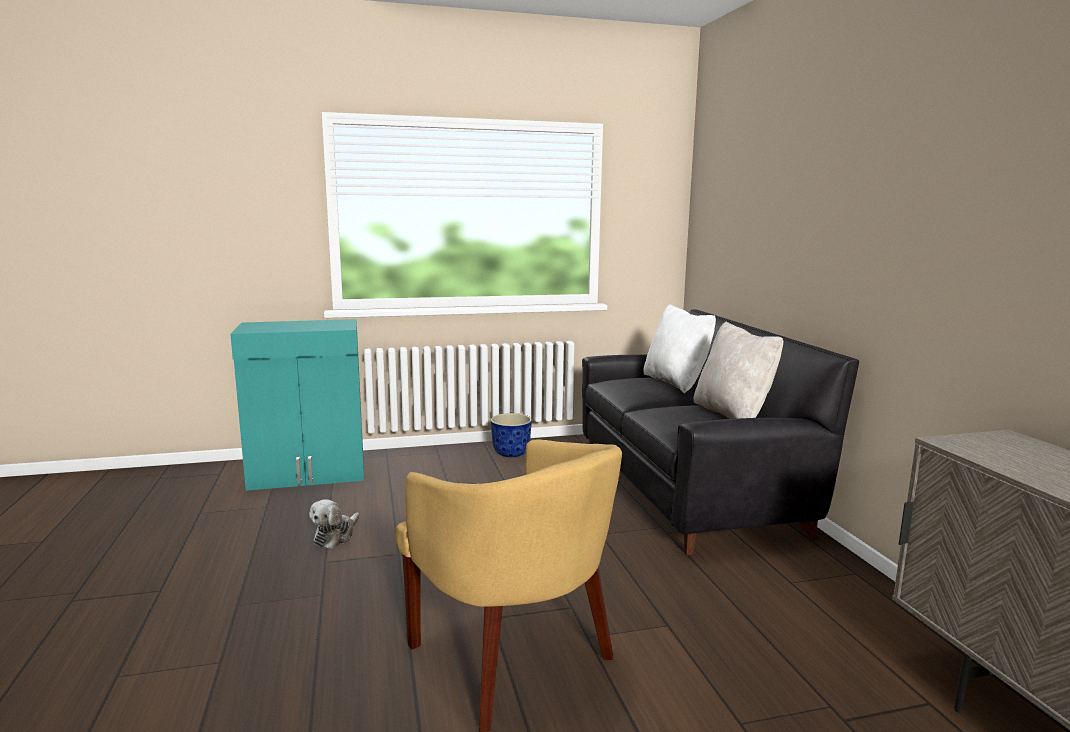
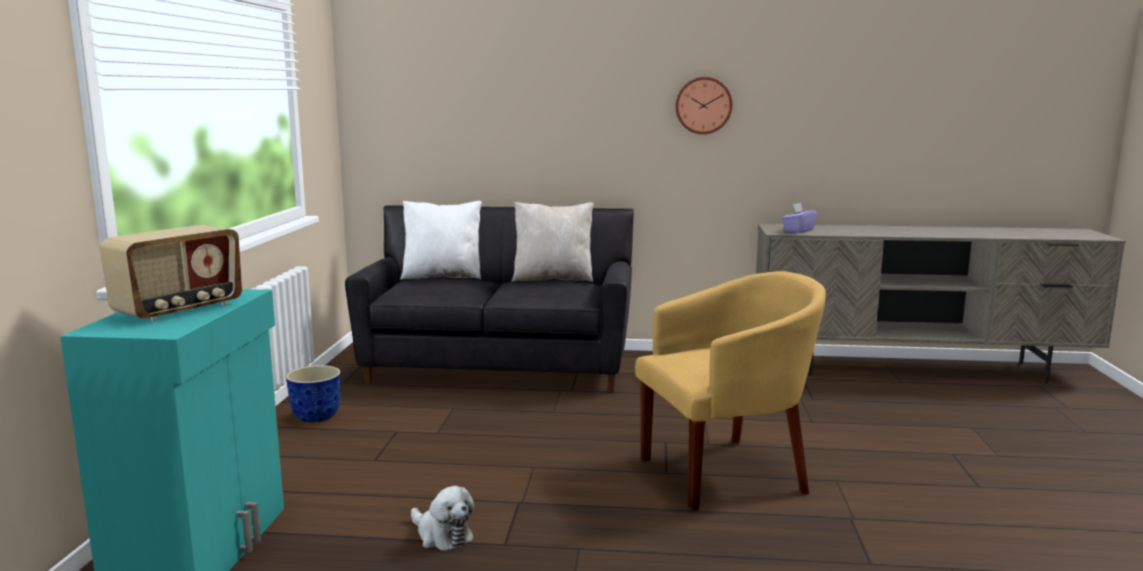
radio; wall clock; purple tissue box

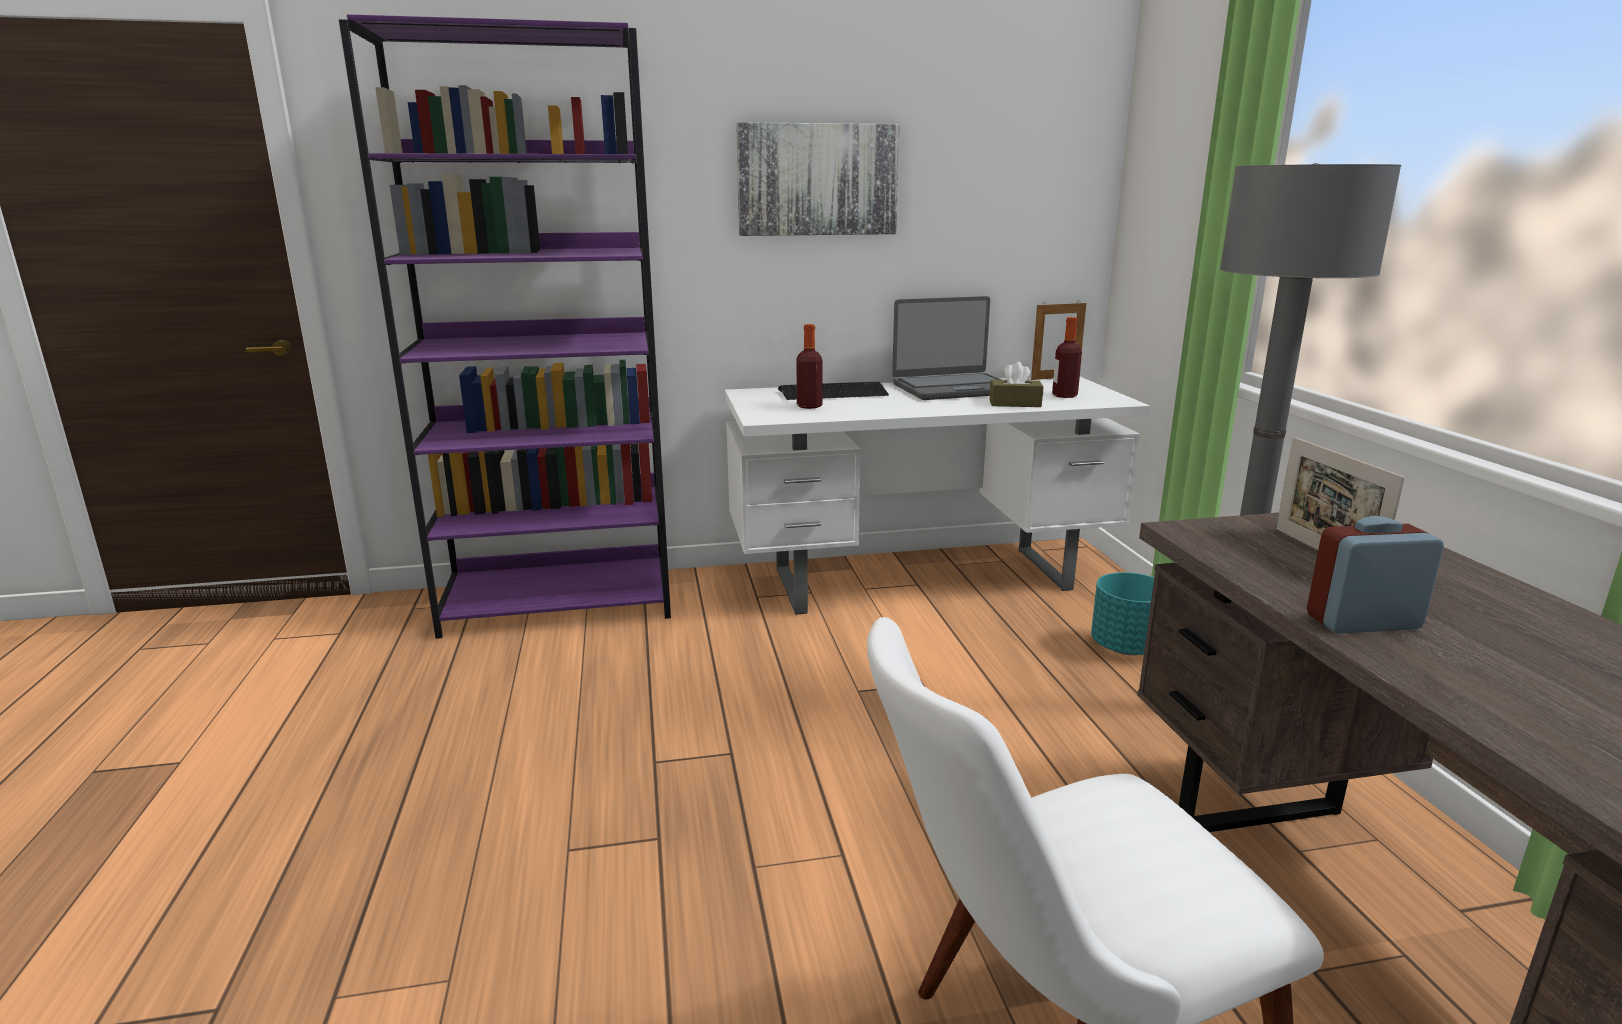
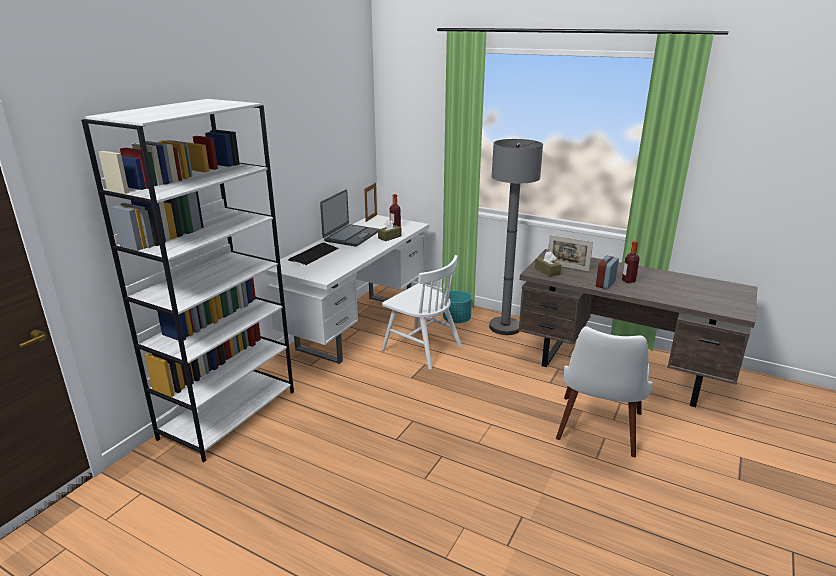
white bookcase; white chair (1st from left); brown tissue box (2nd from left); bottle (2nd from left); picture

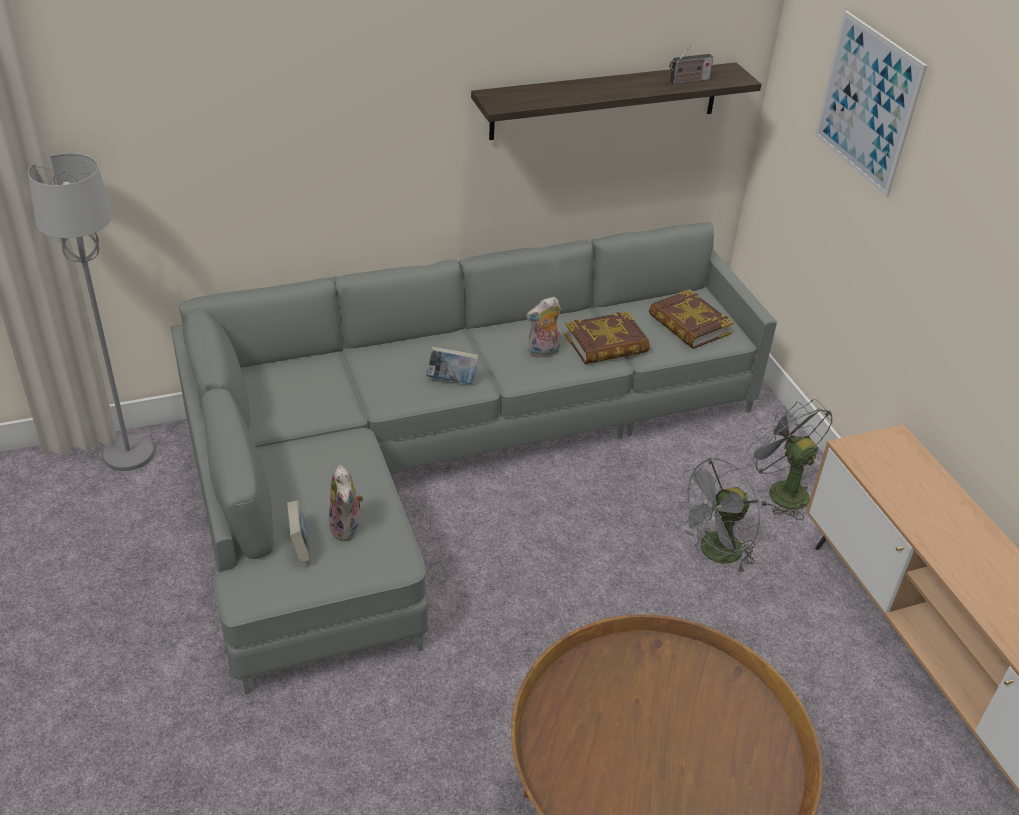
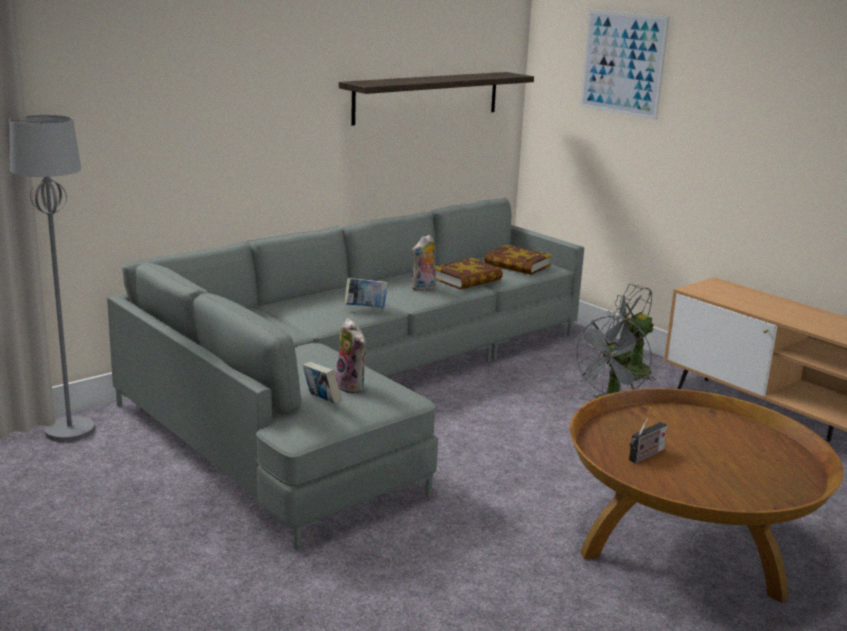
radio

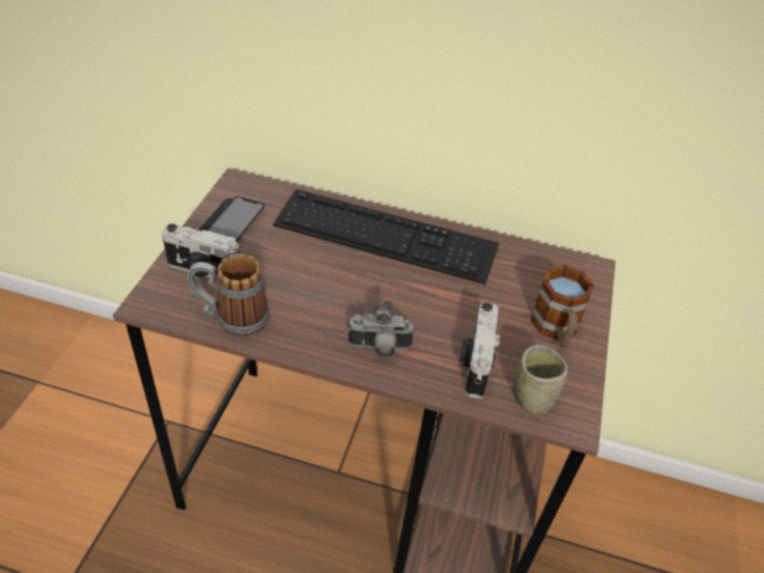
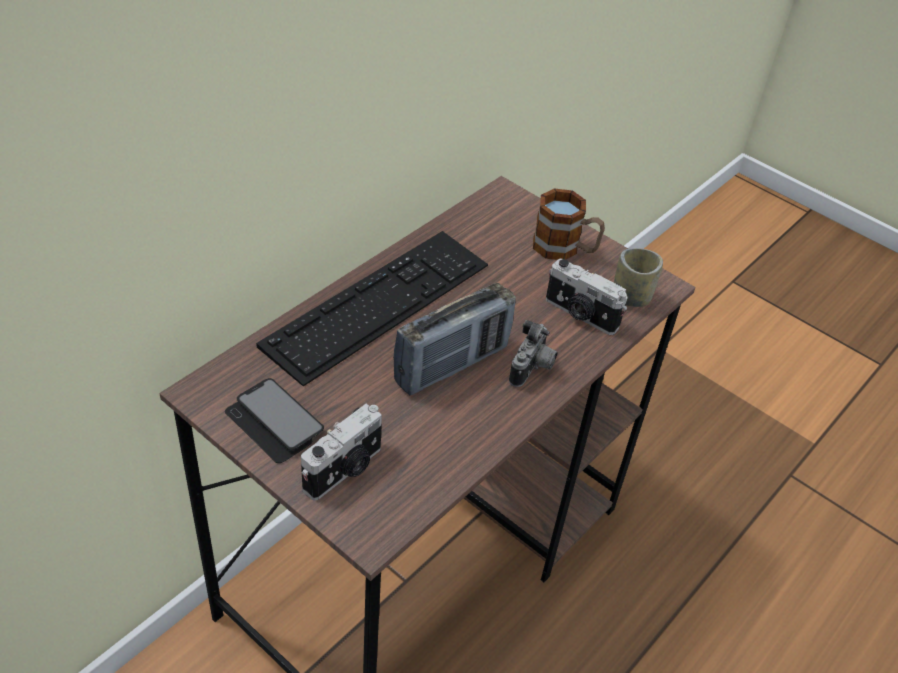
radio; mug (1st from left in the first image)

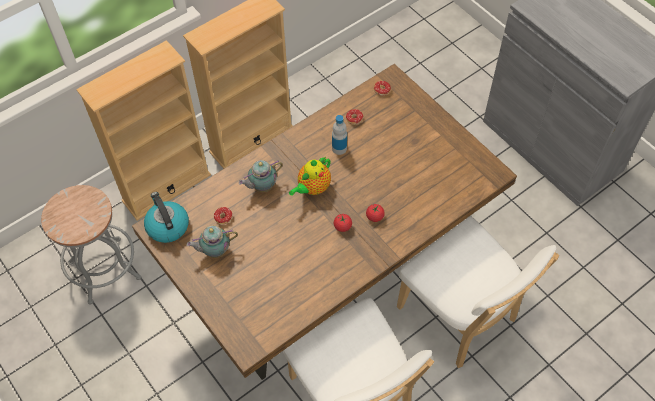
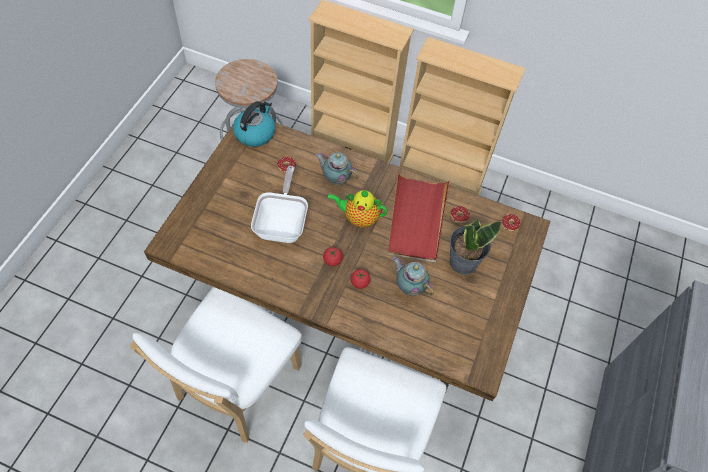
frying pan; red tray; teapot (3rd from left); potted plant

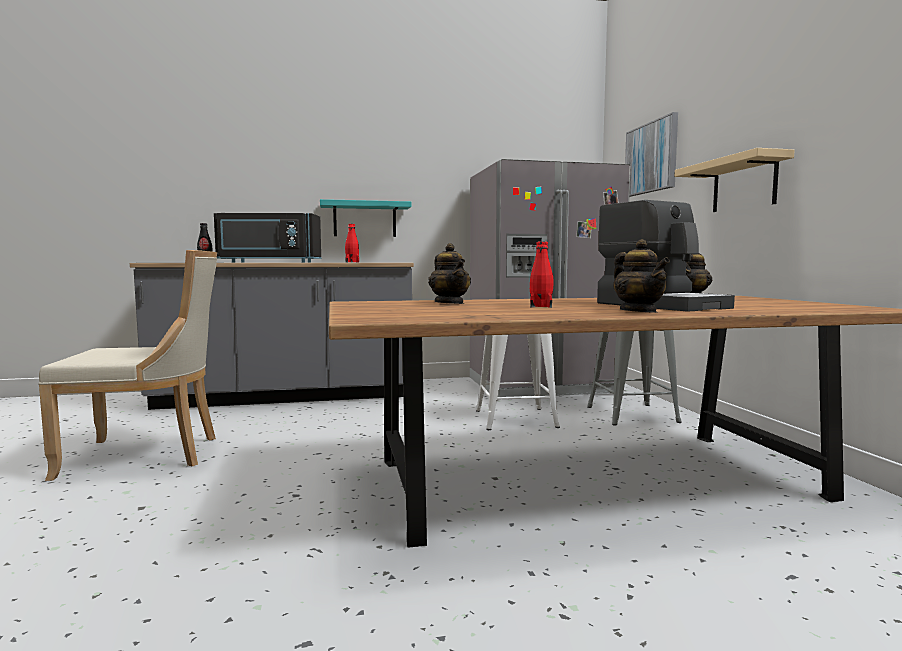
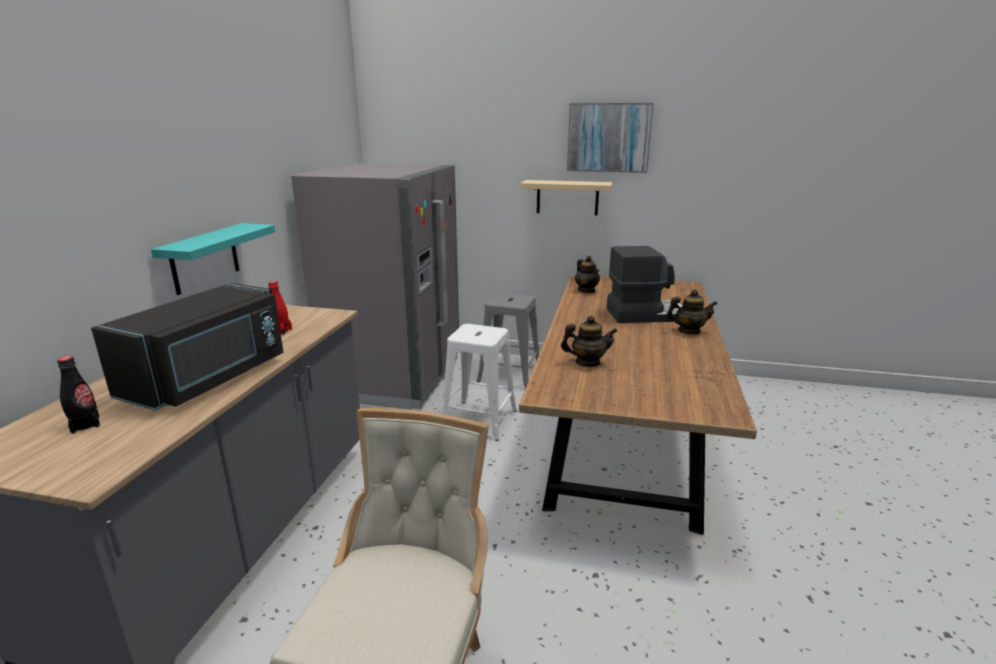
picture; red bottle (2nd from left in the first image)

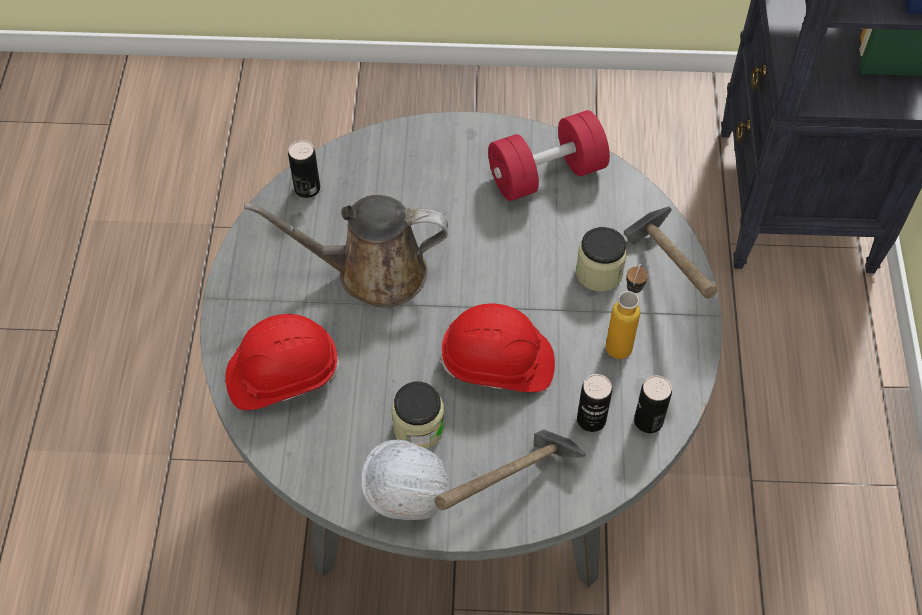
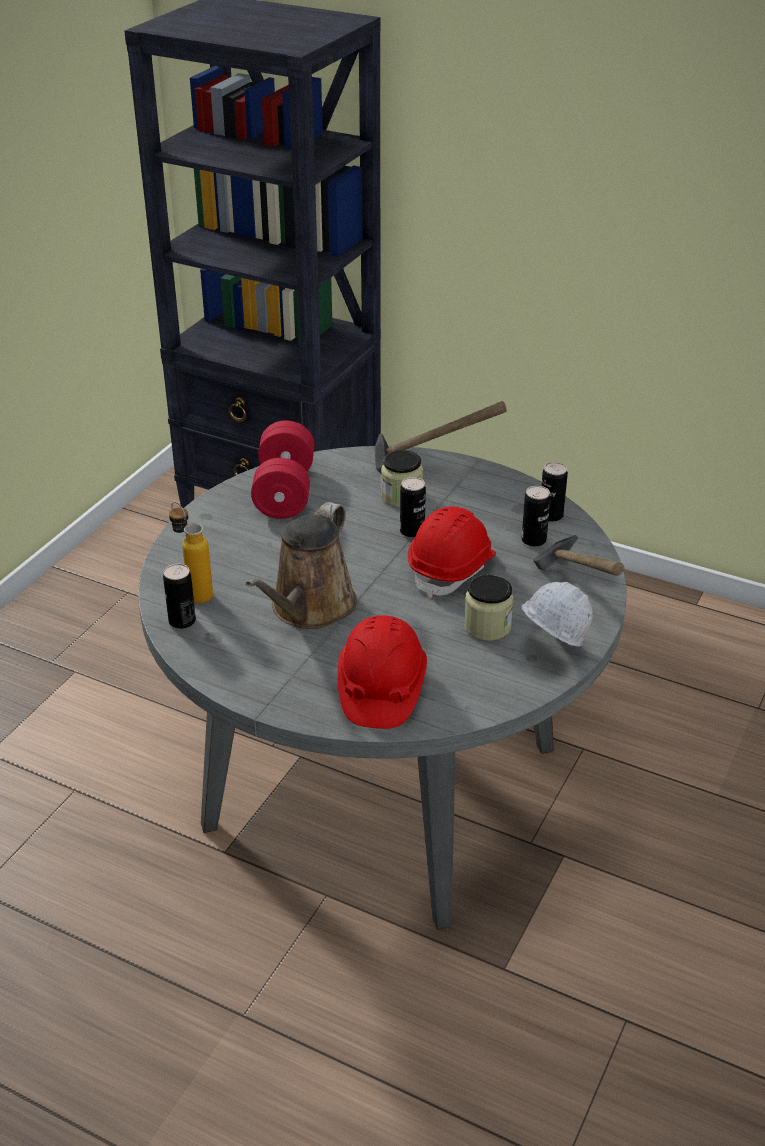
bottle; can (2nd from left)

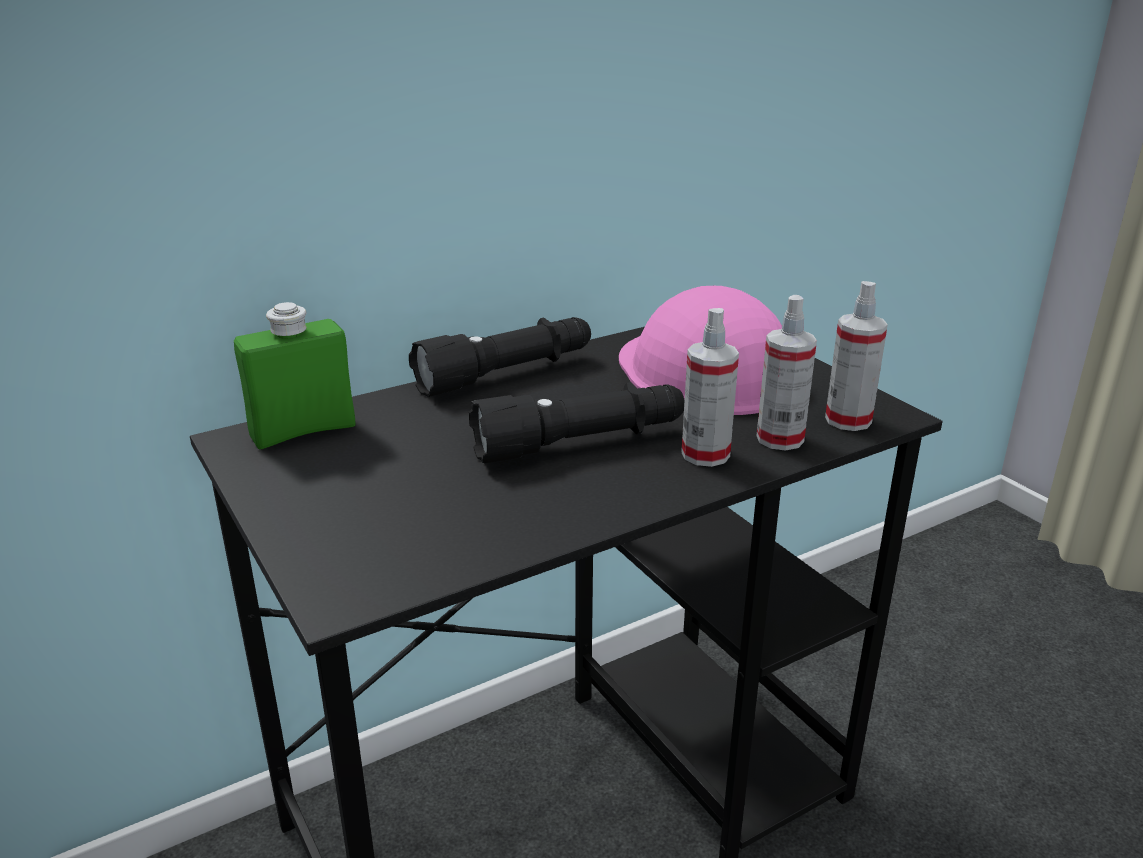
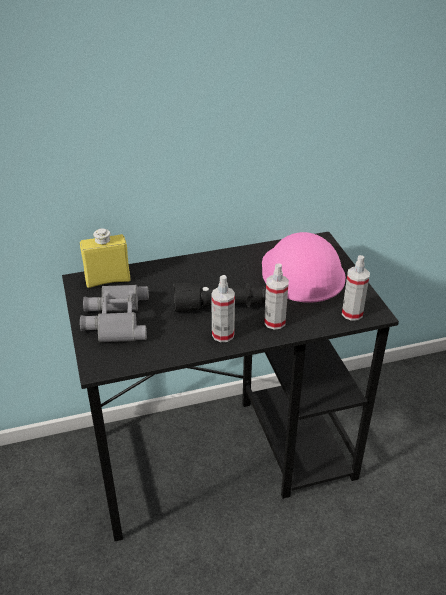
yellow bottle; grey binoculars; spray bottle (1st from left); black flashlight (1st from left in the first image)

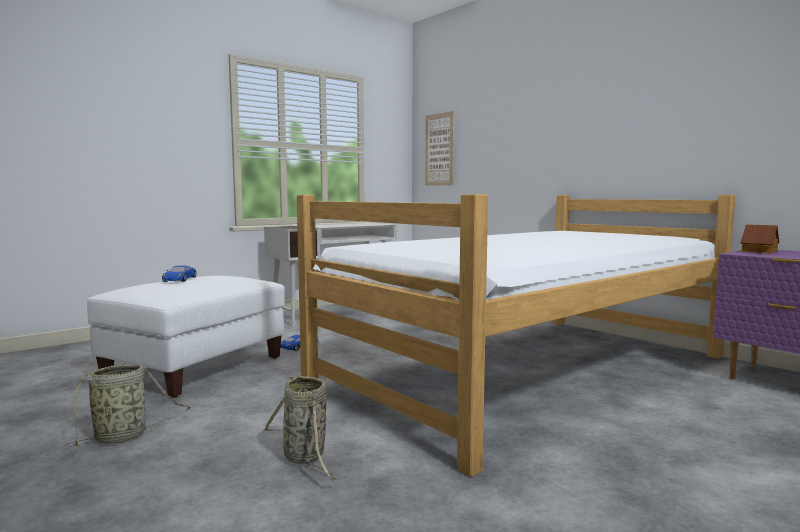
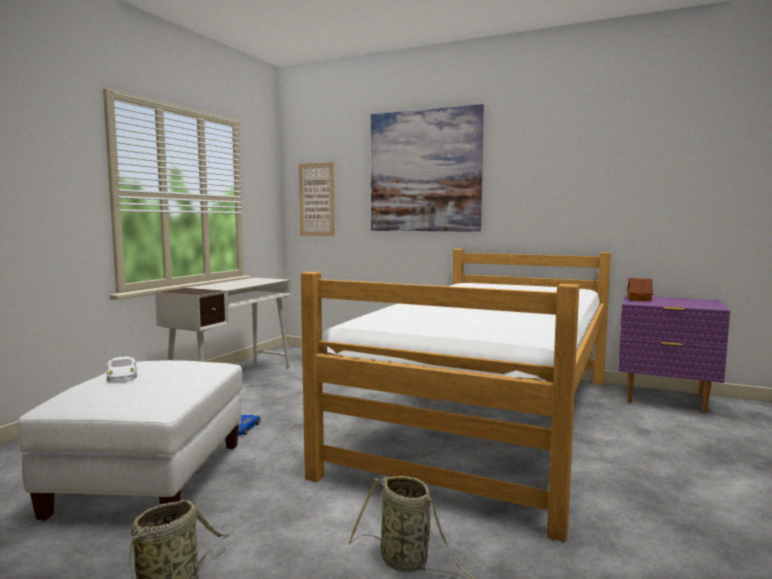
white toy car; picture (2nd from left)

